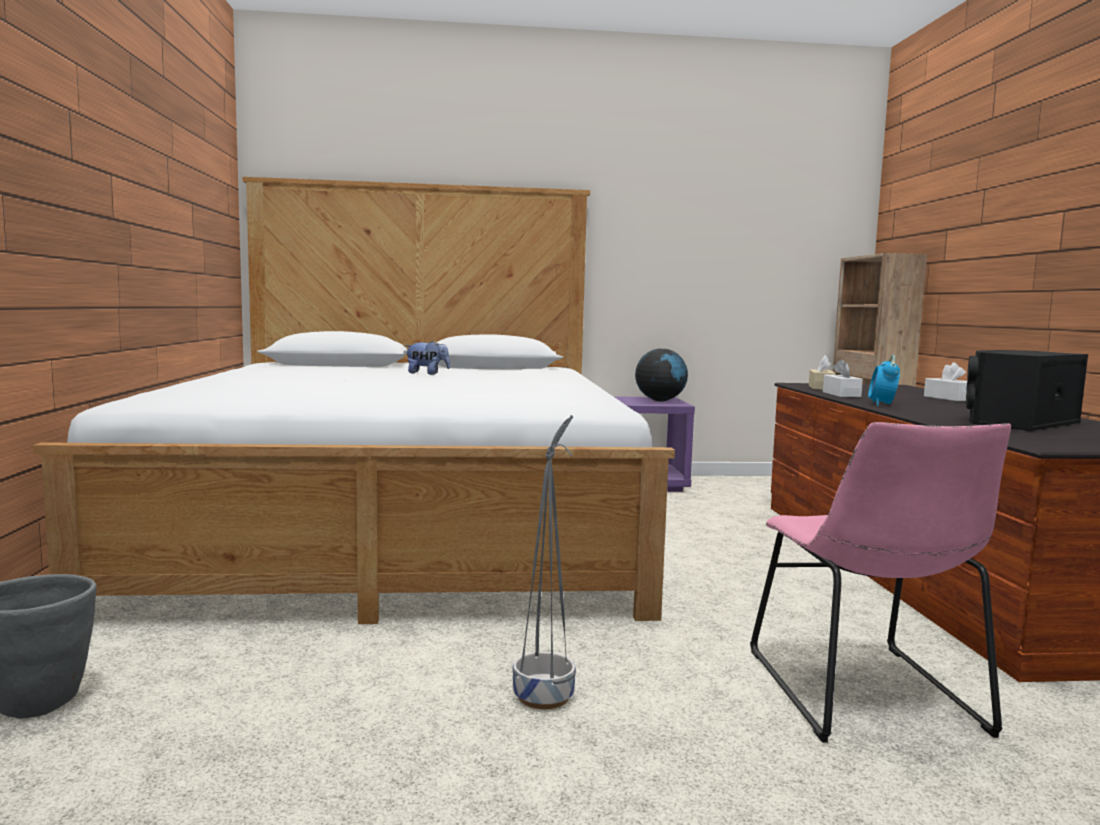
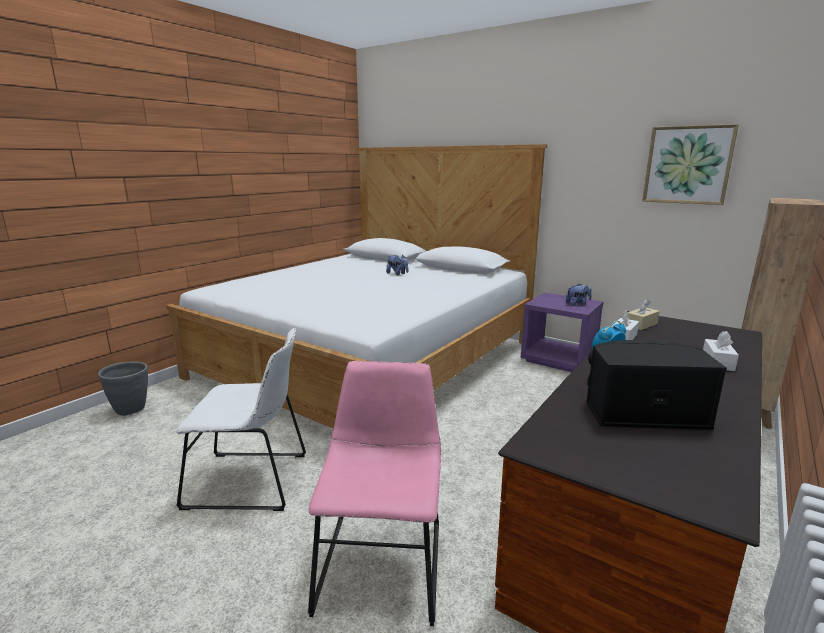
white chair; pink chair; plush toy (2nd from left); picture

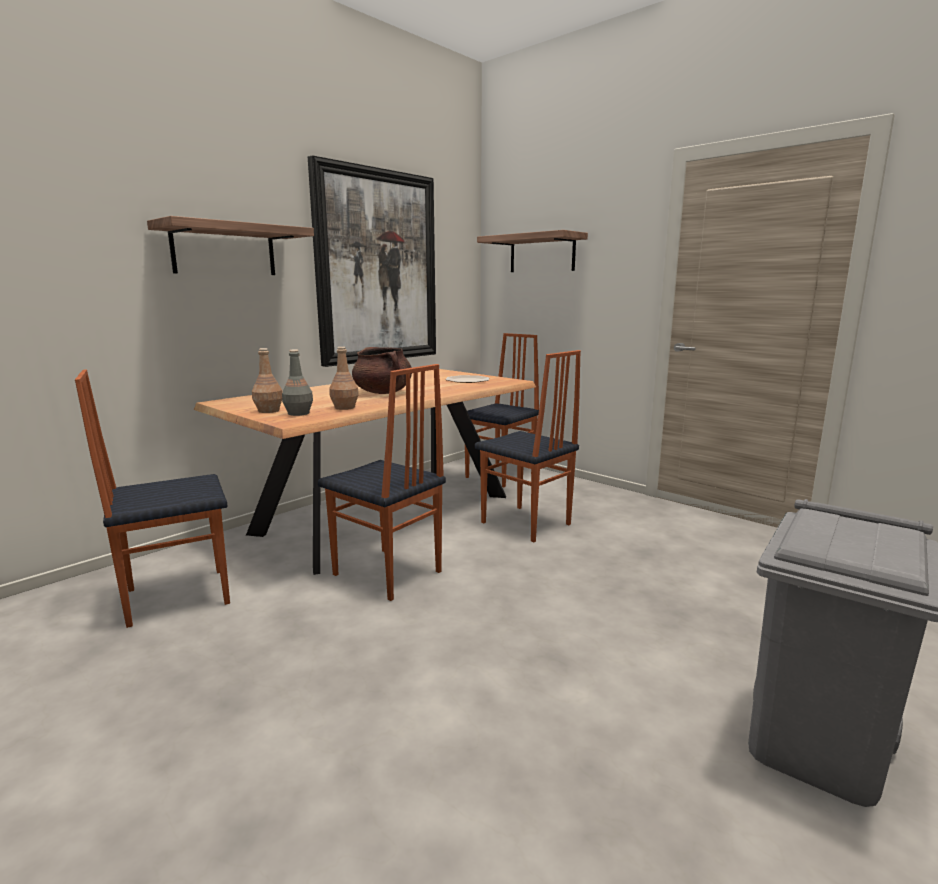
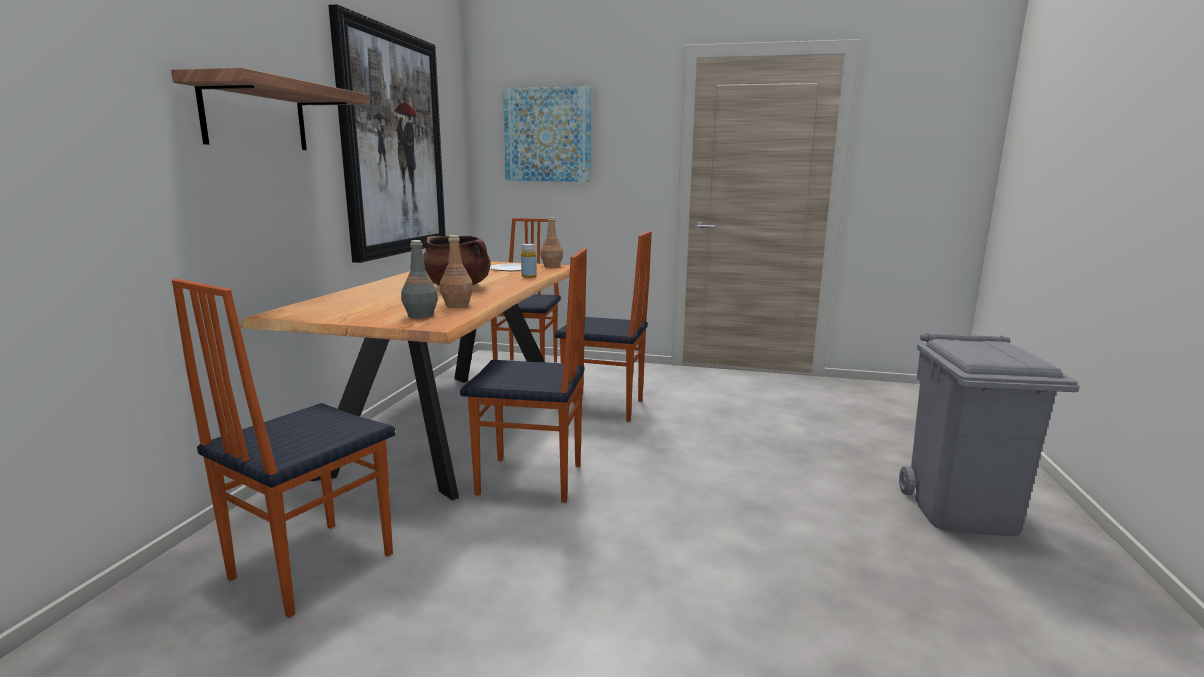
picture (2nd from left); yellow bottle; brown bottle (2nd from left)

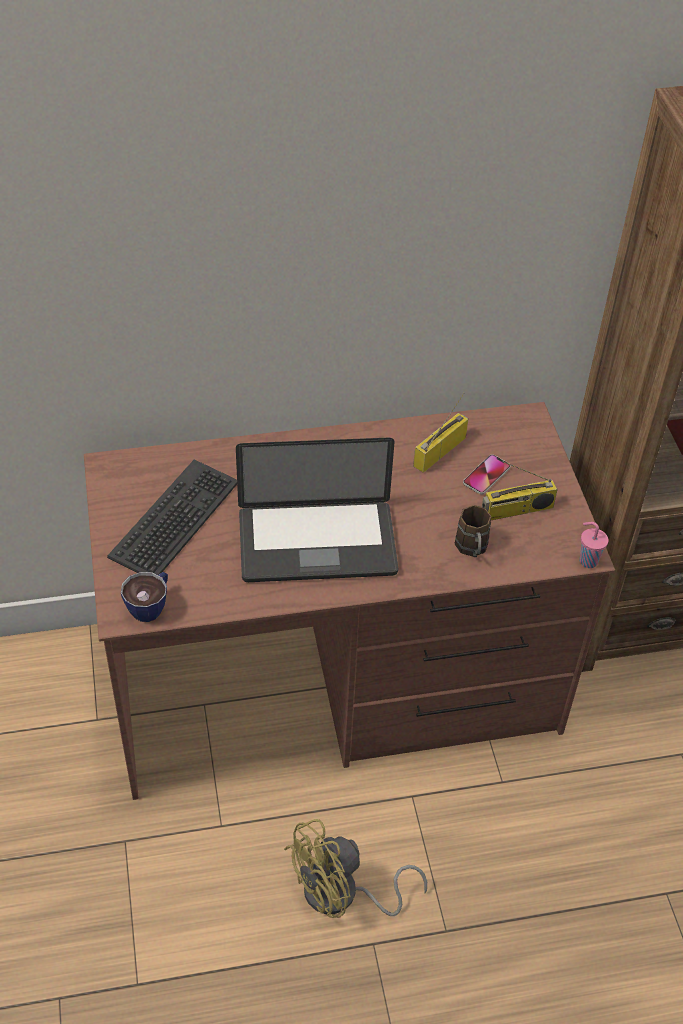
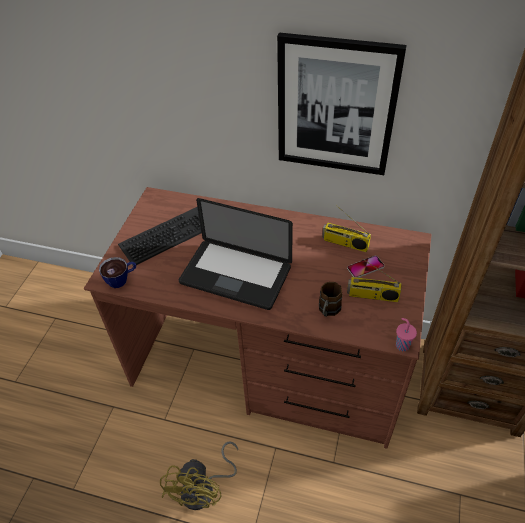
yellow fan; picture; radio (1st from left)

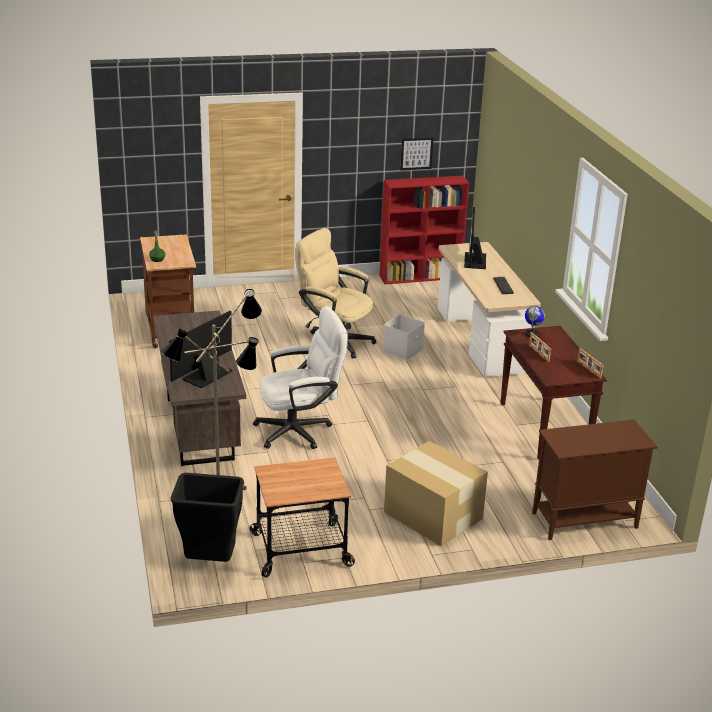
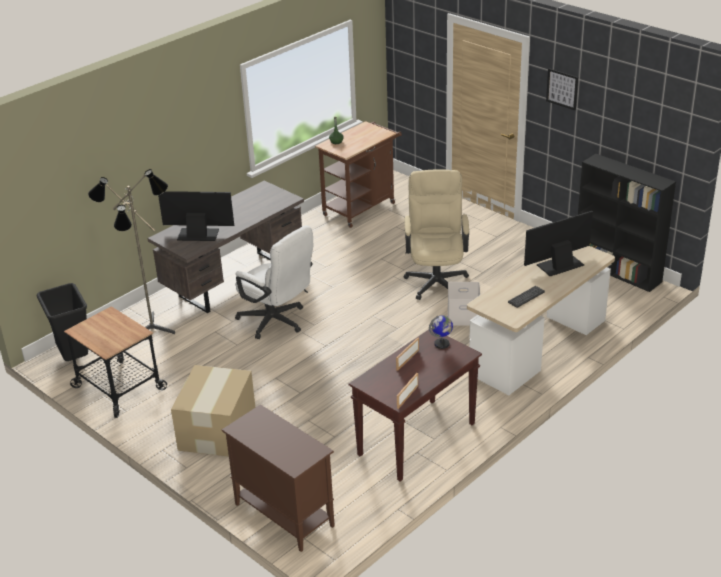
picture; black bookcase

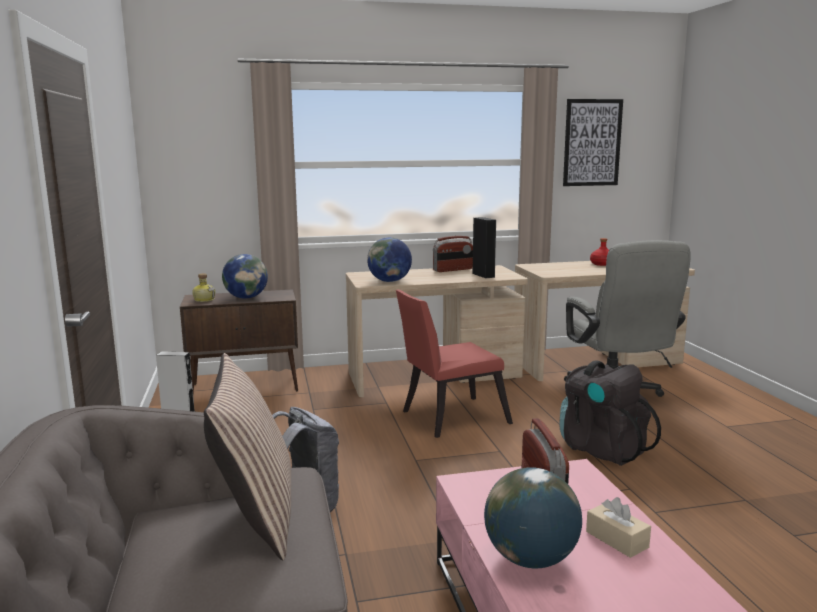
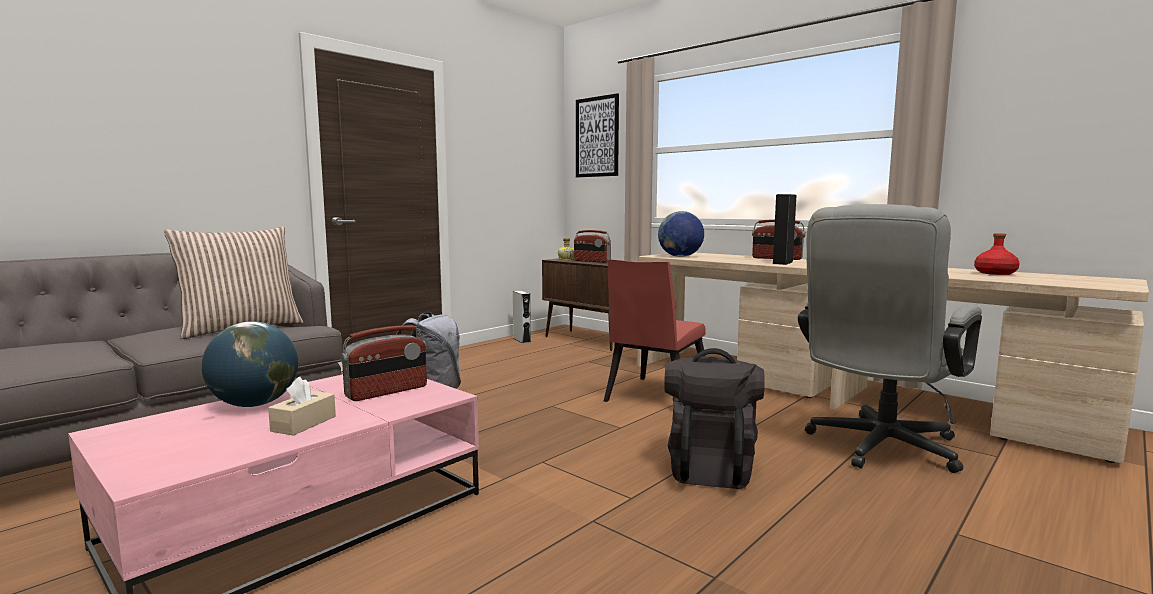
radio (2nd from left); picture; red chair

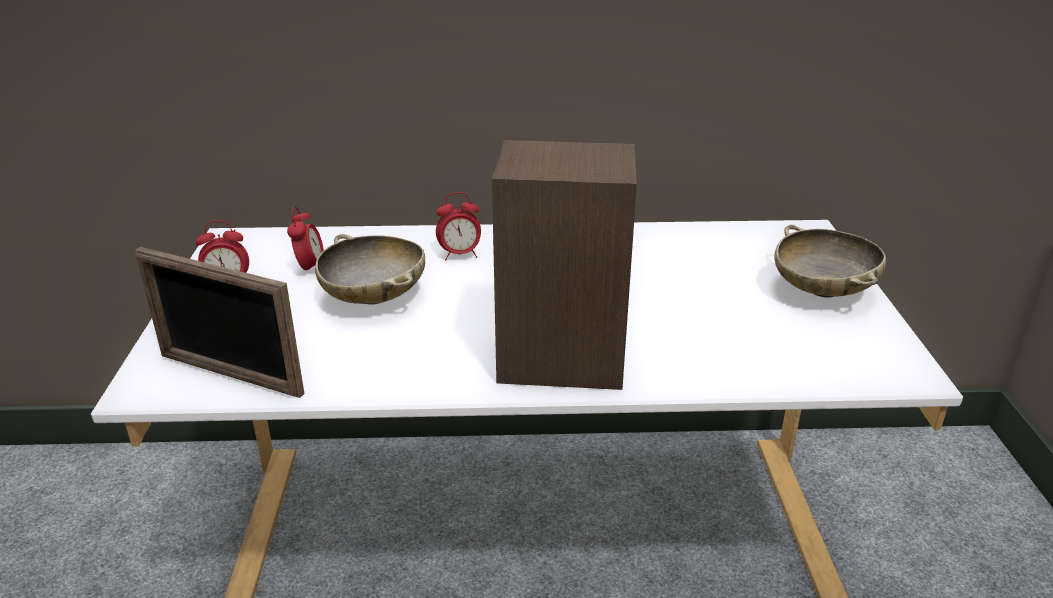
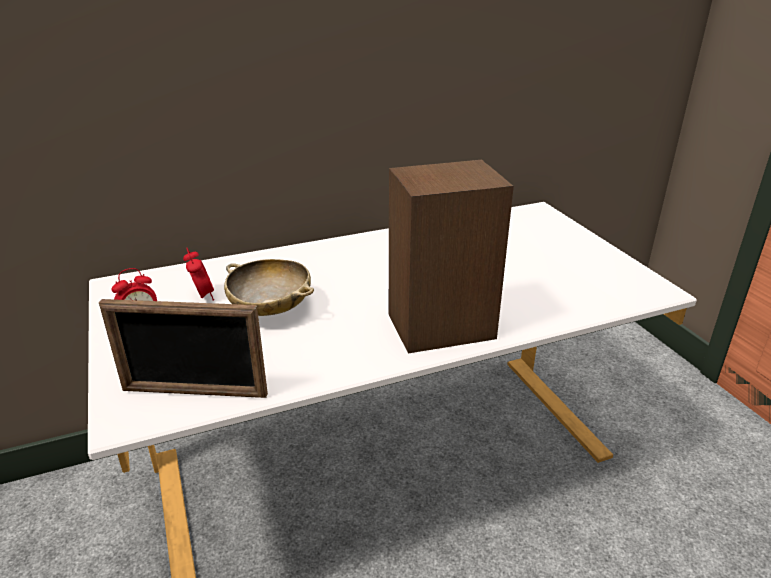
alarm clock (3rd from left in the first image); beige bowl (2nd from left in the first image)

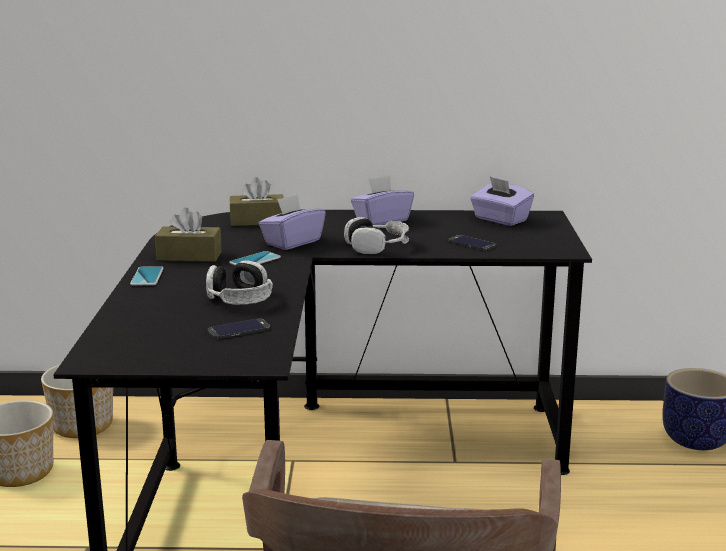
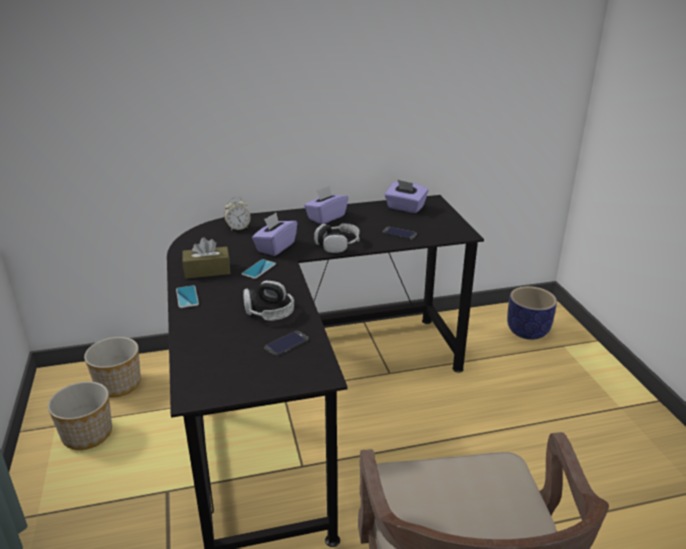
alarm clock

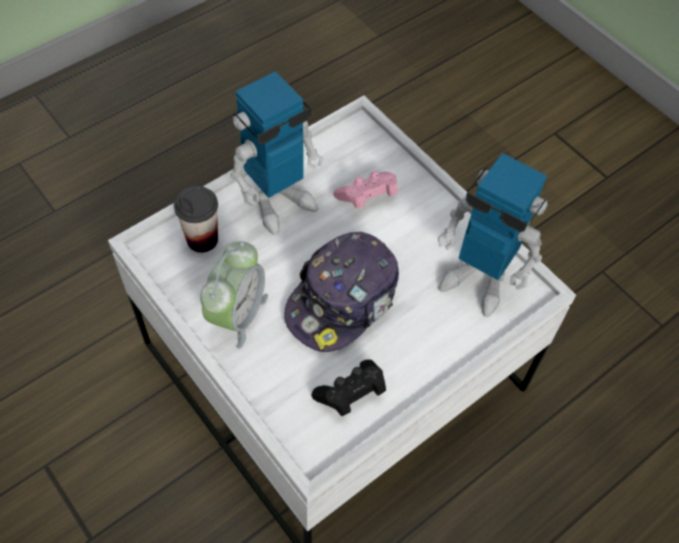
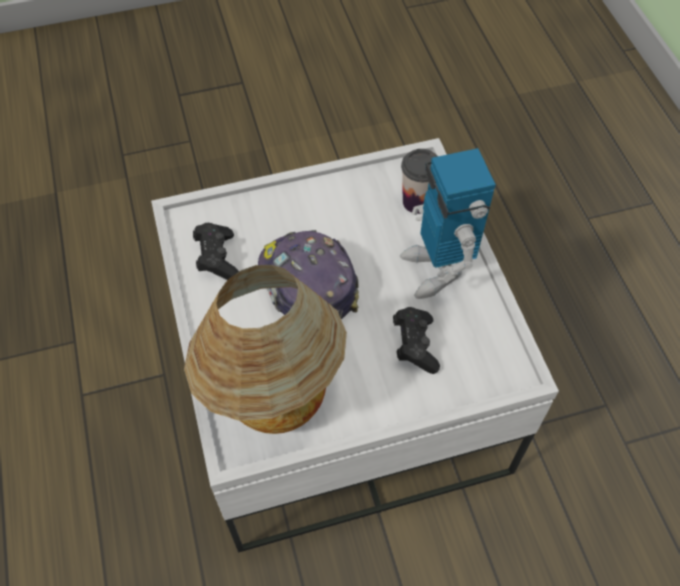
table lamp; black game controller (2nd from left); alarm clock

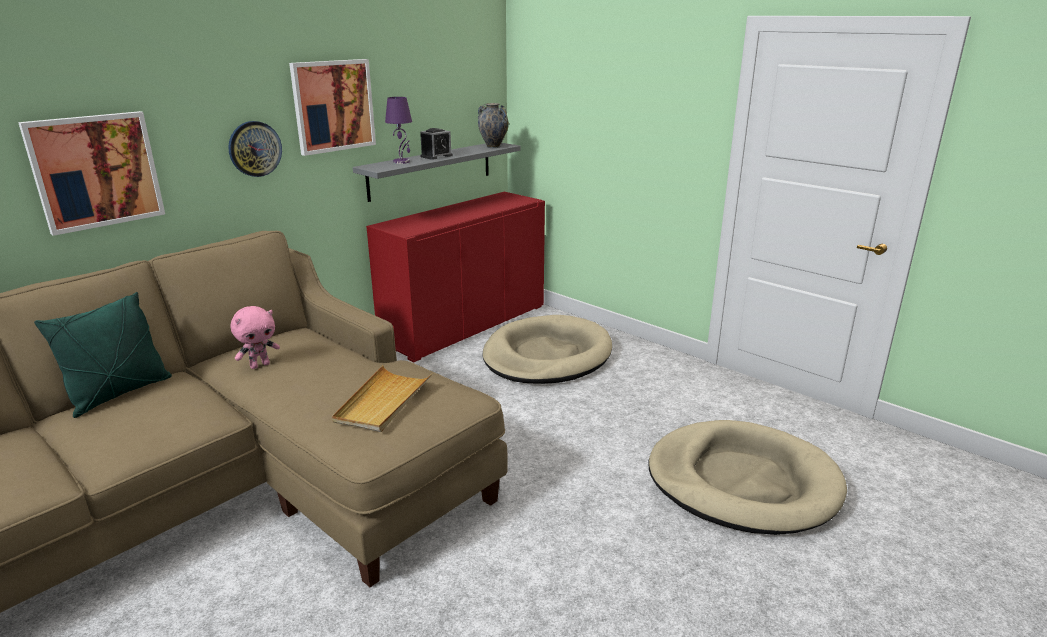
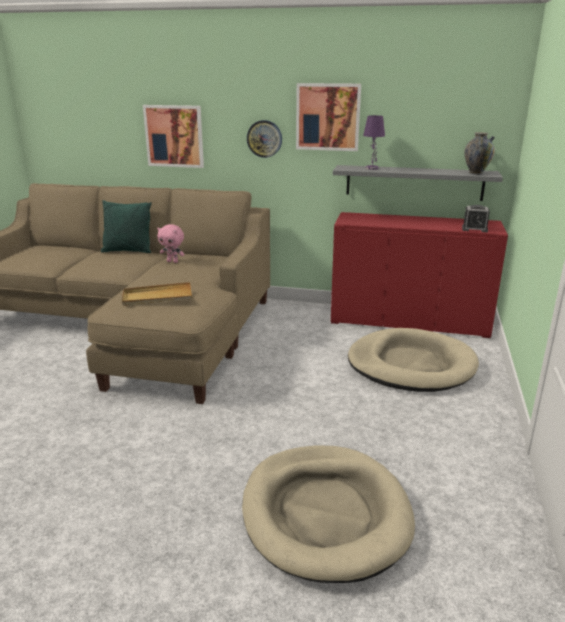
alarm clock

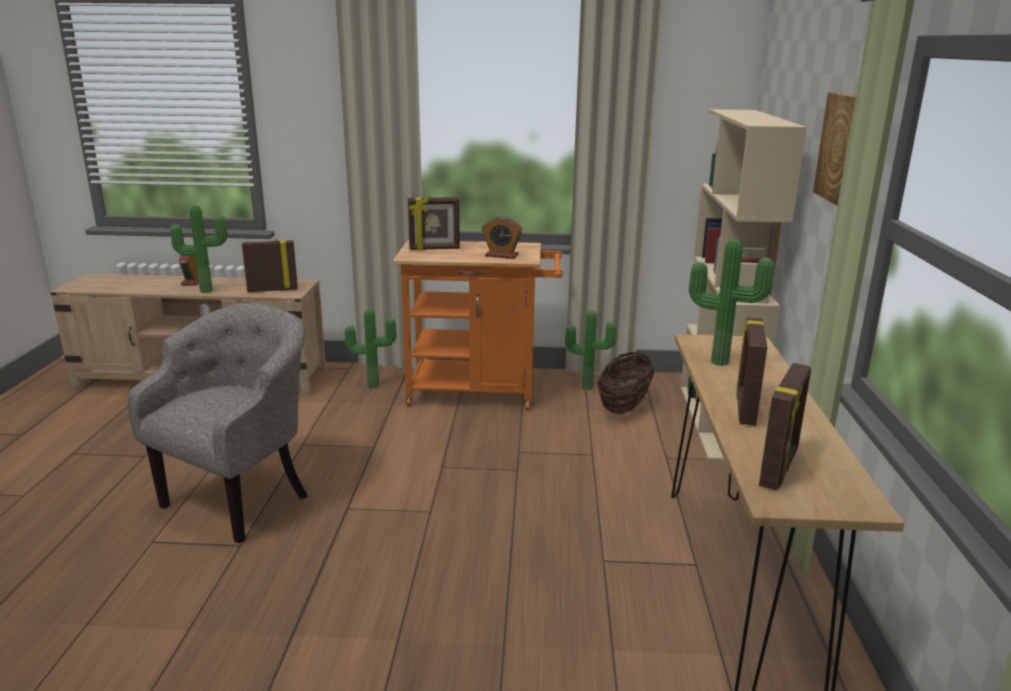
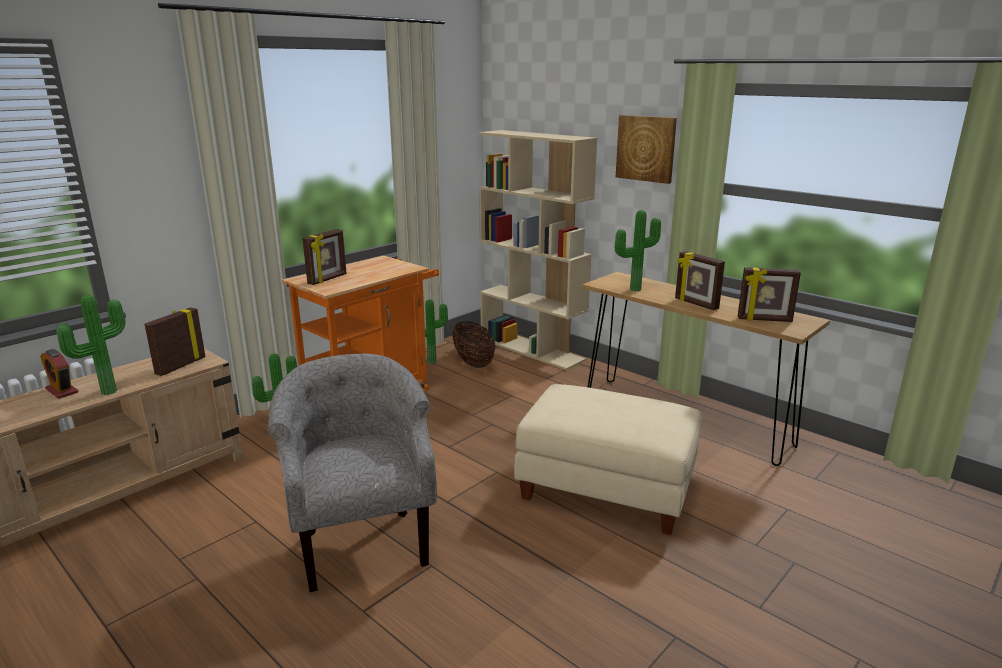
beige ottoman; picture frame (4th from left); alarm clock (2nd from left in the first image)

